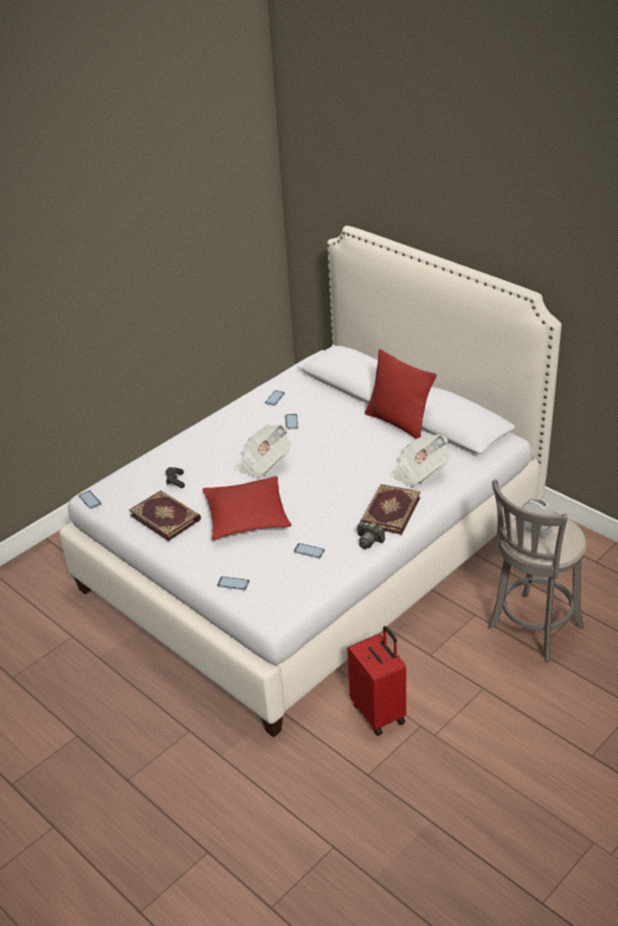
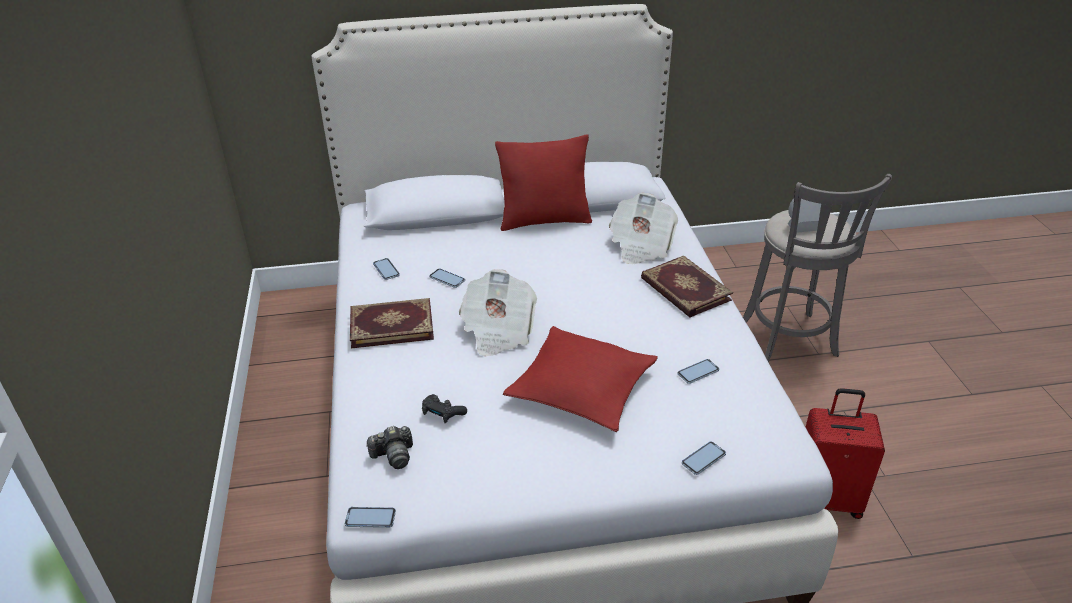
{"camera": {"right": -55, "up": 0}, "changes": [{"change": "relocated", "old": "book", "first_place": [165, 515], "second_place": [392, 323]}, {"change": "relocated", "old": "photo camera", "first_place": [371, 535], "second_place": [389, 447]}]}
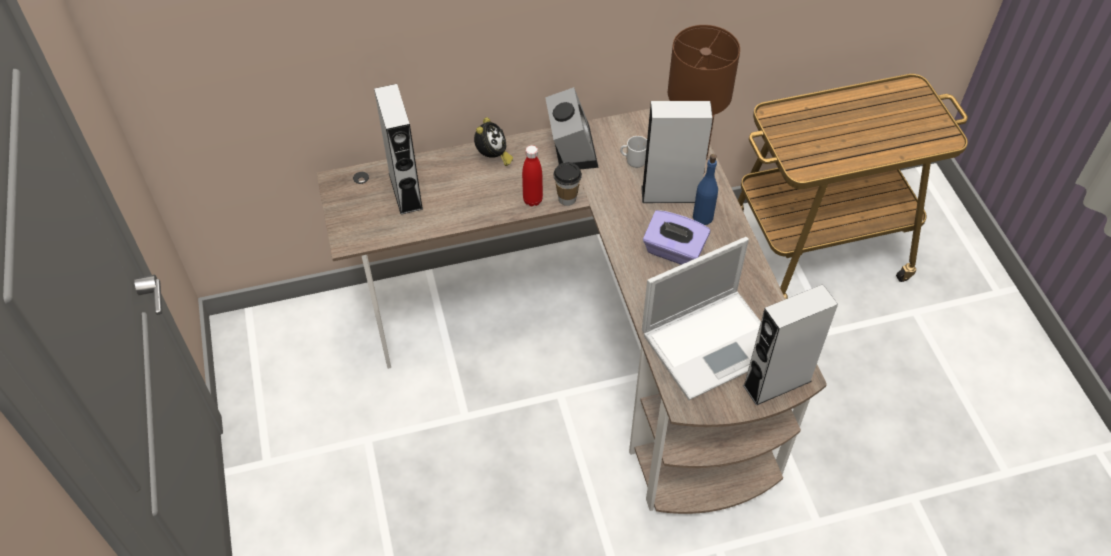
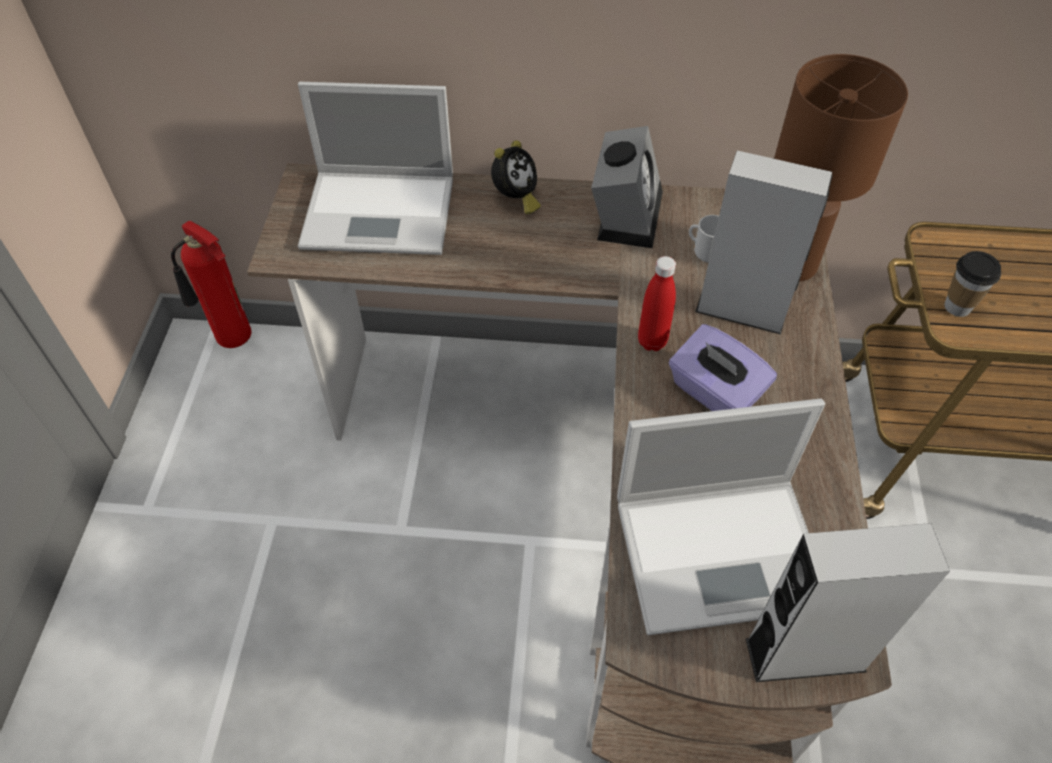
{"camera": {"right": 20, "up": 0}, "changes": [{"change": "exchanged", "old": "loudspeaker (gray)", "new": "laptop", "first_place": [398, 149], "second_place": [375, 168]}, {"change": "relocated", "old": "bottle (red-coloured)", "first_place": [532, 175], "second_place": [657, 303]}, {"change": "missing", "old": "bottle (blue-coloured)", "first_place": [705, 189]}, {"change": "relocated", "old": "small cup", "first_place": [567, 184], "second_place": [972, 284]}, {"change": "appeared", "new": "fire-fighting cylinder", "second_place": [211, 284]}]}
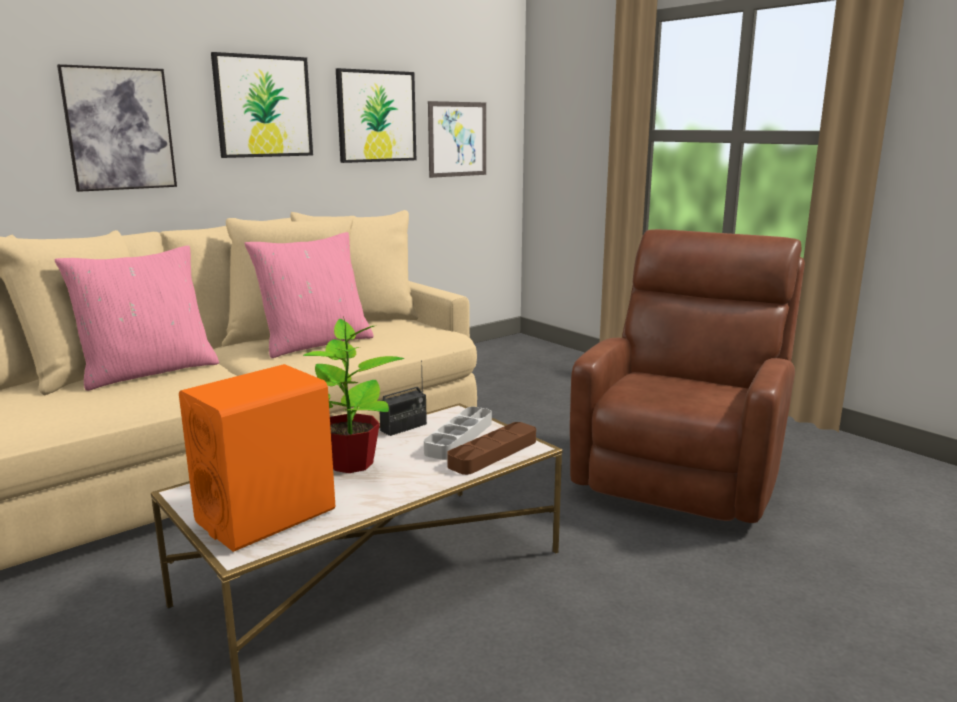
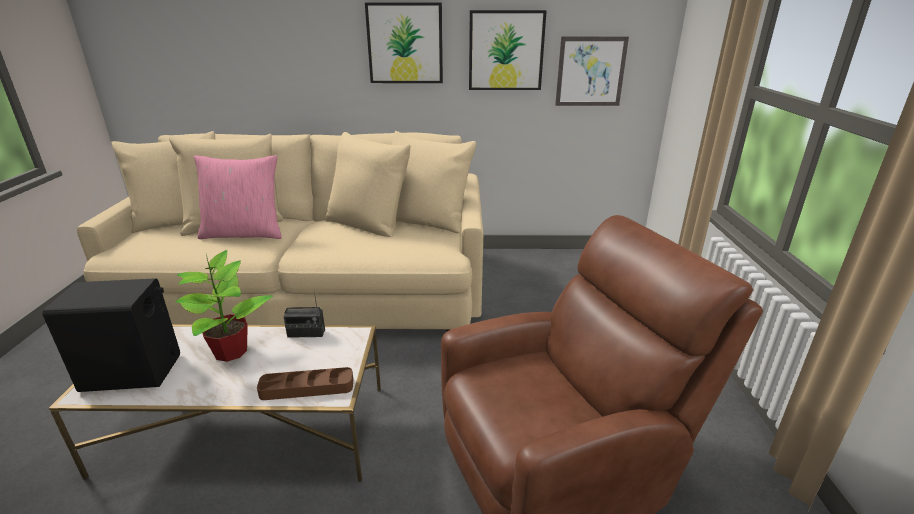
{"camera": {"right": 40, "up": 10}, "changes": [{"change": "missing", "old": "wall picture", "first_place": [117, 128]}, {"change": "missing", "old": "throw pillow (pink)", "first_place": [309, 295]}, {"change": "colour", "old": "loudspeaker (orangey)", "new": "loudspeaker (black)", "first_place": [257, 458], "second_place": [111, 335]}, {"change": "missing", "old": "carrying tray (gray)", "first_place": [458, 433]}]}
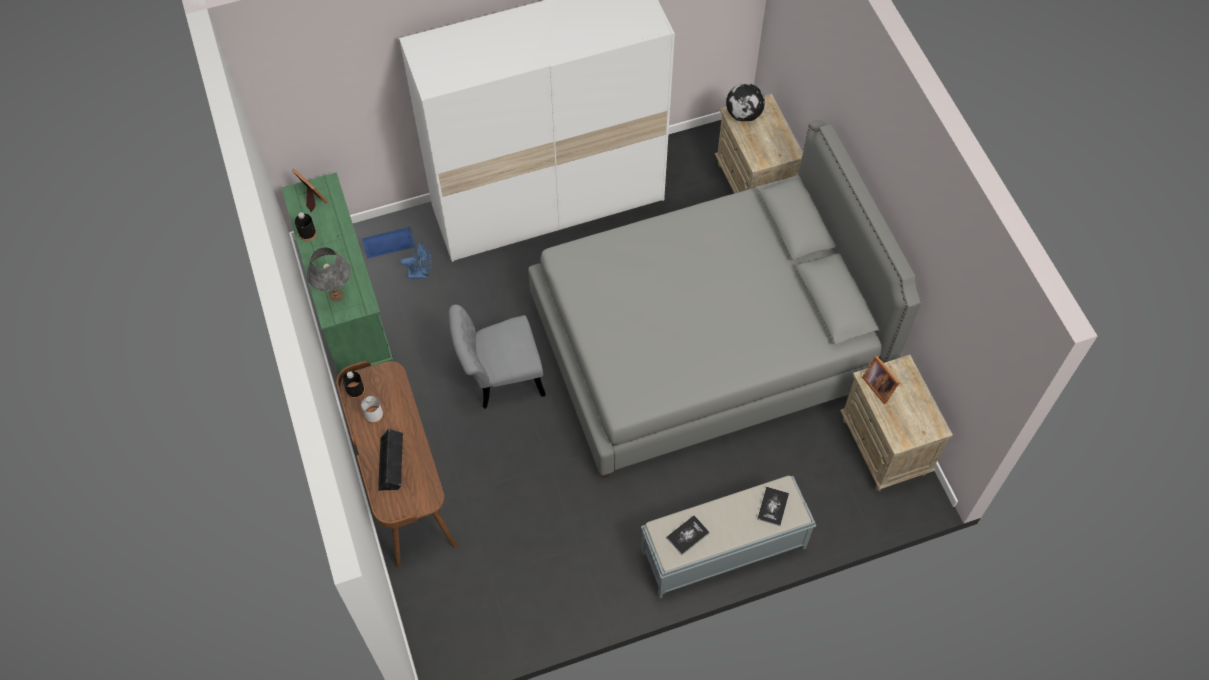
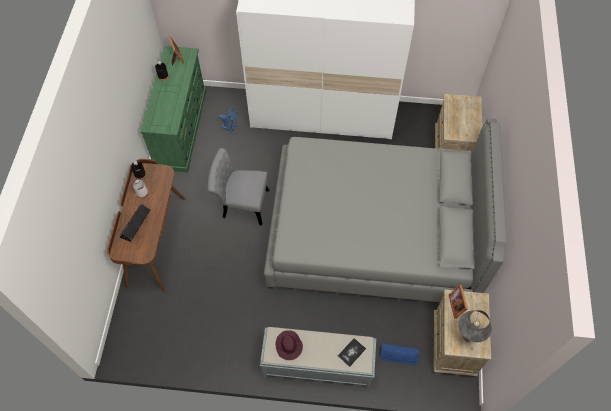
{"camera": {"right": 25, "up": 0}, "changes": [{"change": "missing", "old": "world globe", "first_place": [745, 102]}, {"change": "relocated", "old": "loudspeaker (blue-coloured)", "first_place": [388, 243], "second_place": [400, 354]}, {"change": "relocated", "old": "lamp for a table (gray)", "first_place": [329, 274], "second_place": [475, 326]}, {"change": "exchanged", "old": "book", "new": "hat (purple)", "first_place": [688, 535], "second_place": [289, 345]}]}
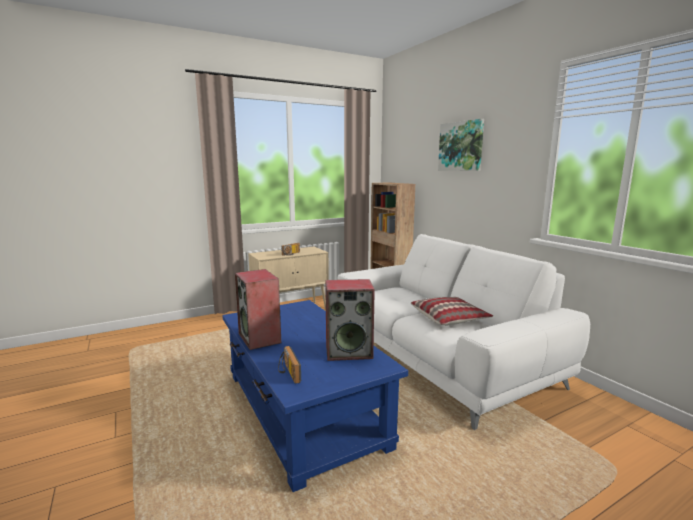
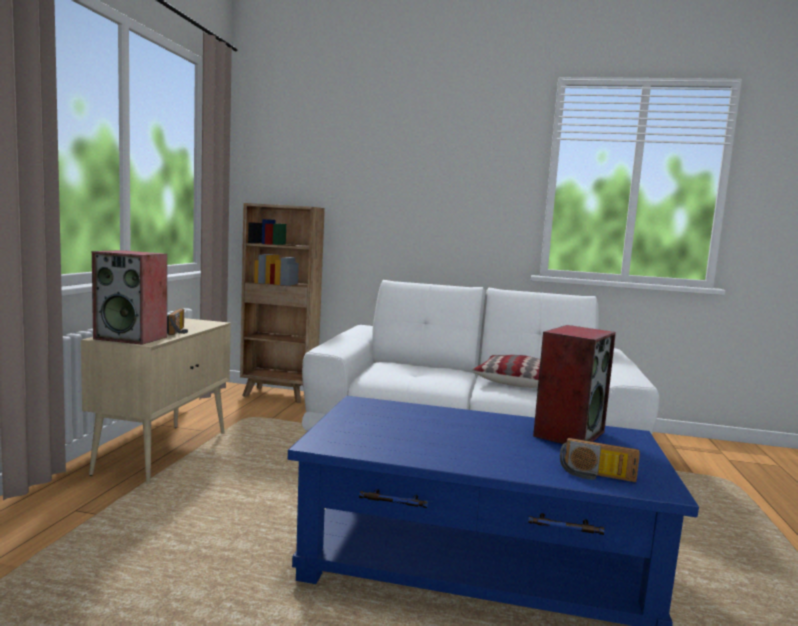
{"camera": {"right": -50, "up": -5}, "changes": [{"change": "missing", "old": "wall picture", "first_place": [461, 145]}, {"change": "relocated", "old": "loudspeaker", "first_place": [258, 309], "second_place": [129, 297]}]}
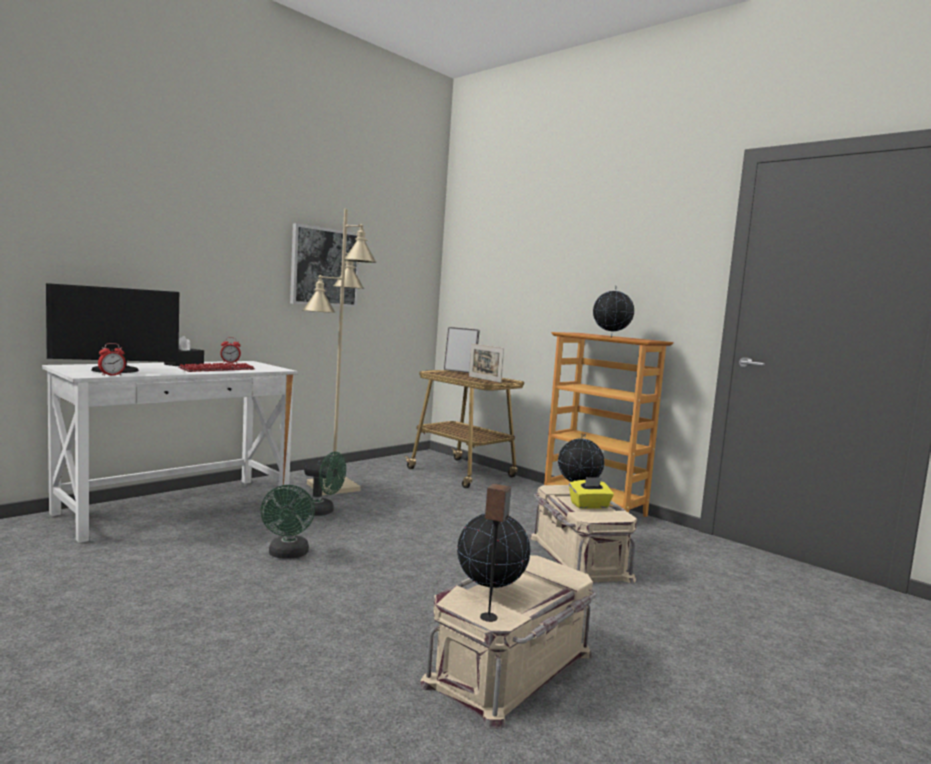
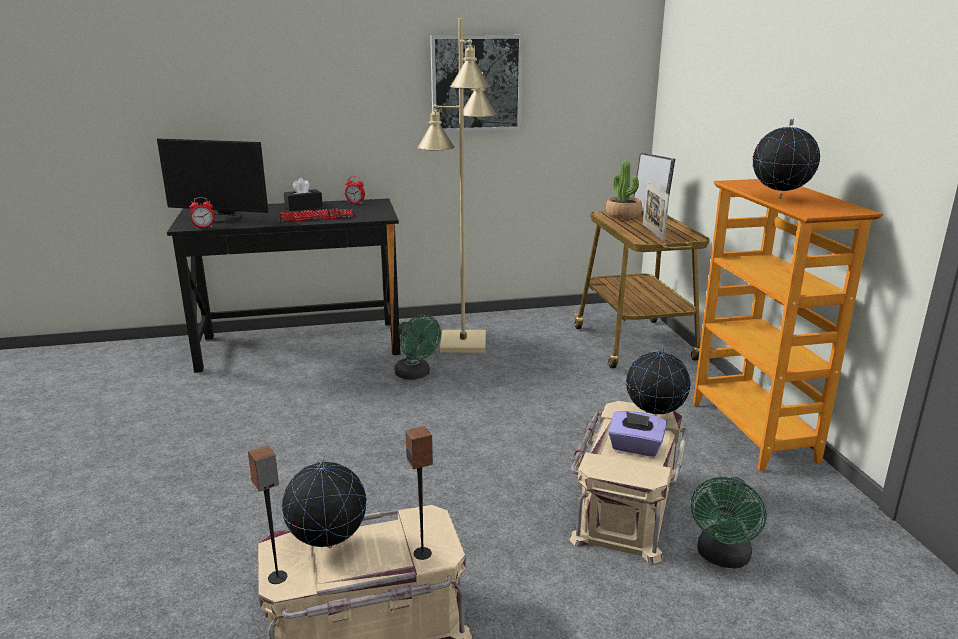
{"camera": {"right": 35, "up": 15}, "changes": [{"change": "colour", "old": "desk unit (white-coloured)", "new": "desk unit (black)", "first_place": [170, 452], "second_place": [284, 285]}, {"change": "colour", "old": "tissue box (yellow-coloured)", "new": "tissue box (purple)", "first_place": [591, 493], "second_place": [637, 434]}, {"change": "relocated", "old": "electric fan (greenish)", "first_place": [288, 522], "second_place": [729, 523]}, {"change": "appeared", "new": "potted plant", "second_place": [623, 190]}, {"change": "appeared", "new": "loudspeaker", "second_place": [419, 493]}]}
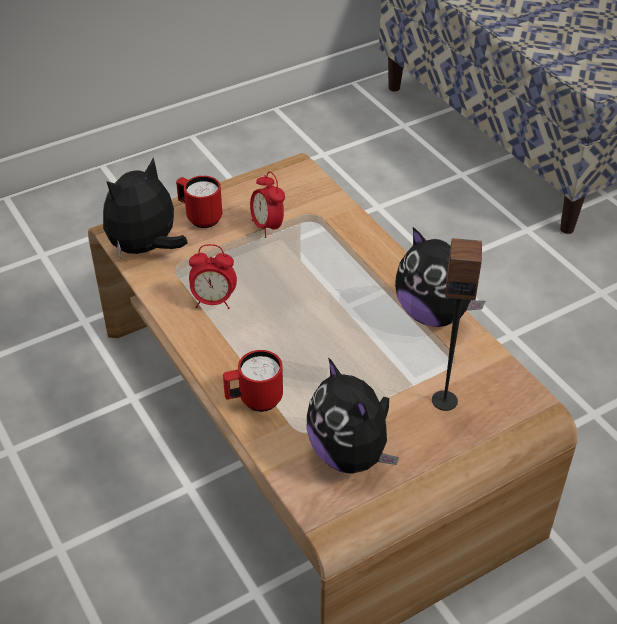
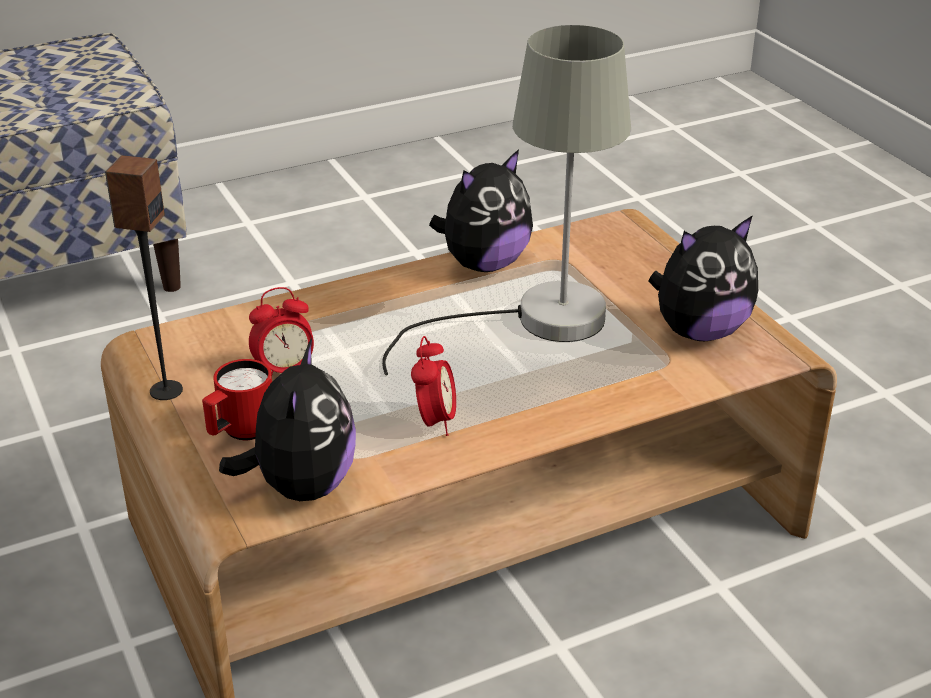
{"camera": {"right": -85, "up": -10}, "changes": [{"change": "spun", "old": "cuddly toy", "first_place": [145, 208], "second_place": [287, 419], "degrees": -135}, {"change": "relocated", "old": "loudspeaker", "first_place": [457, 324], "second_place": [144, 277]}, {"change": "missing", "old": "mug (red-coloured)", "first_place": [253, 381]}, {"change": "appeared", "new": "lamp for a table (gray)", "second_place": [506, 200]}]}
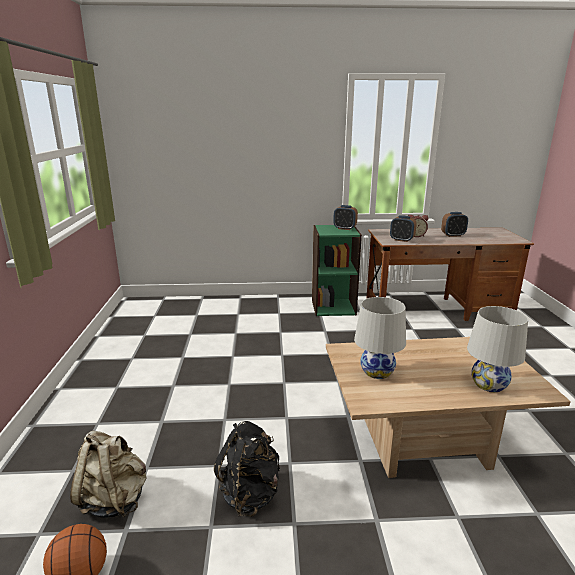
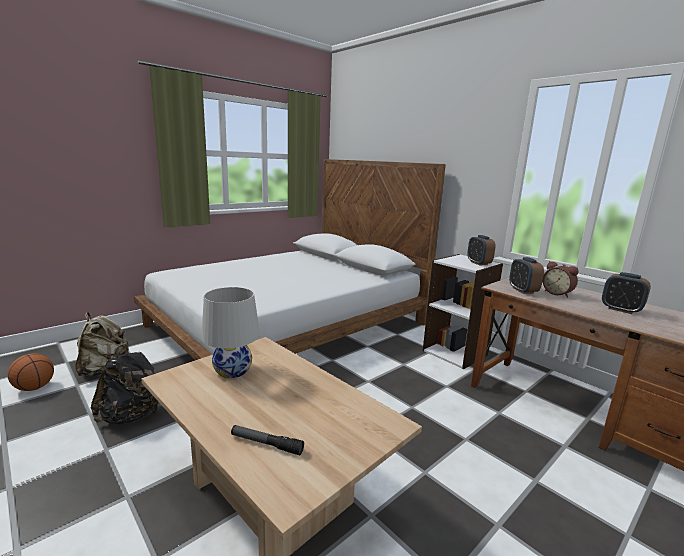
{"camera": {"right": 50, "up": -5}, "changes": [{"change": "colour", "old": "bookcase (greenish)", "new": "bookcase (white-coloured)", "first_place": [337, 270], "second_place": [463, 311]}, {"change": "exchanged", "old": "lamp for a table (white-coloured)", "new": "flashlight", "first_place": [497, 349], "second_place": [267, 440]}, {"change": "appeared", "new": "sleeping bed (white-coloured)", "second_place": [290, 259]}]}
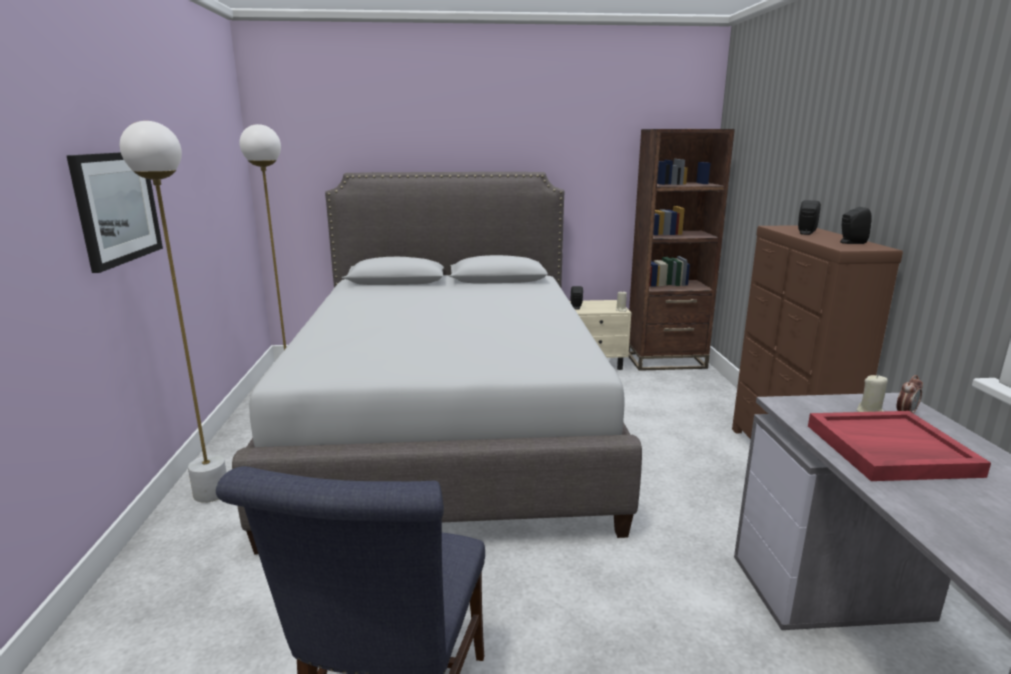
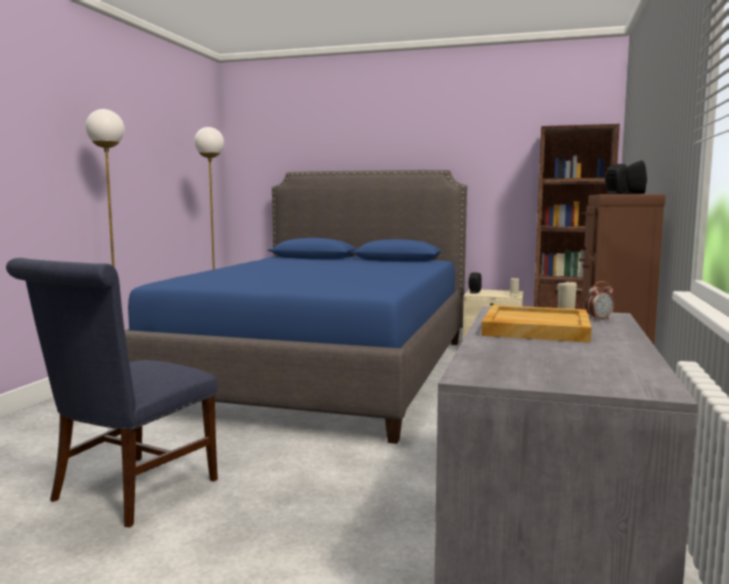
{"camera": {"right": 20, "up": -10}, "changes": [{"change": "missing", "old": "wall picture", "first_place": [115, 212]}, {"change": "colour", "old": "sleeping bed (gray)", "new": "sleeping bed (blue-coloured)", "first_place": [437, 363], "second_place": [296, 307]}, {"change": "colour", "old": "carrying tray (red-coloured)", "new": "carrying tray (sand-coloured)", "first_place": [899, 446], "second_place": [536, 324]}]}
